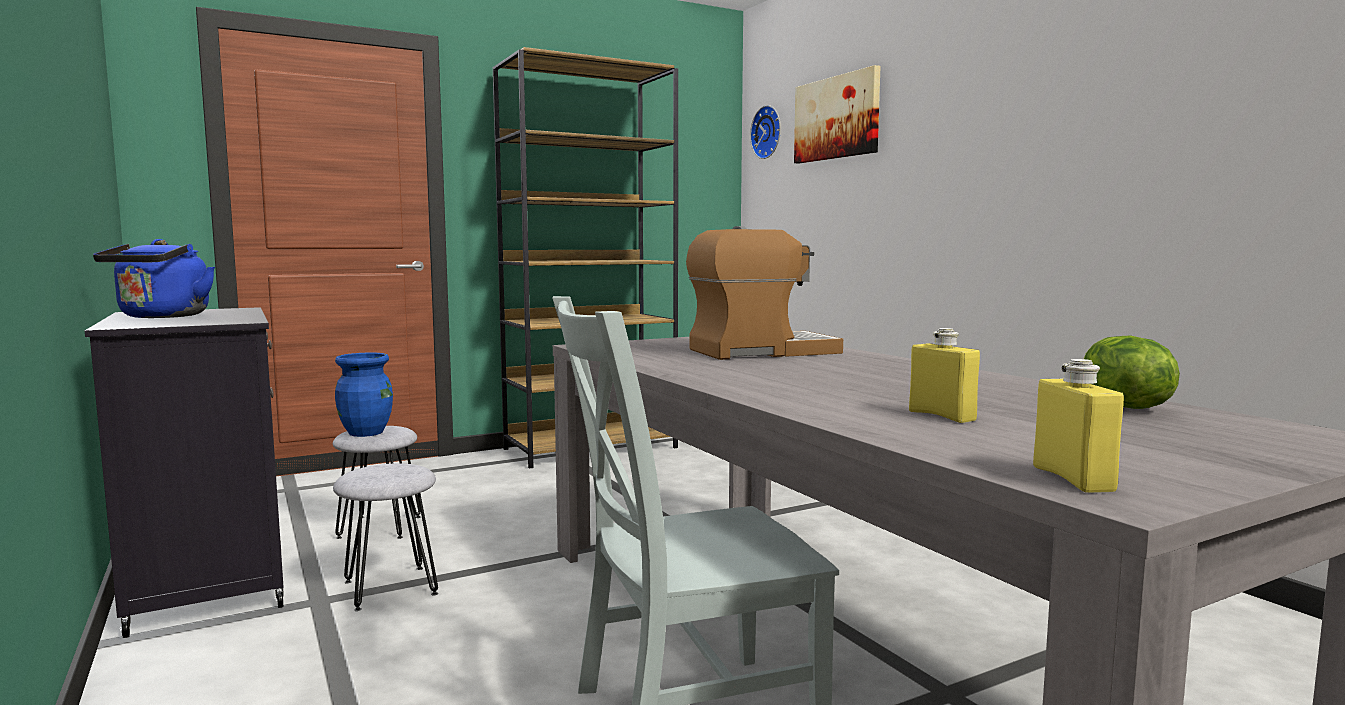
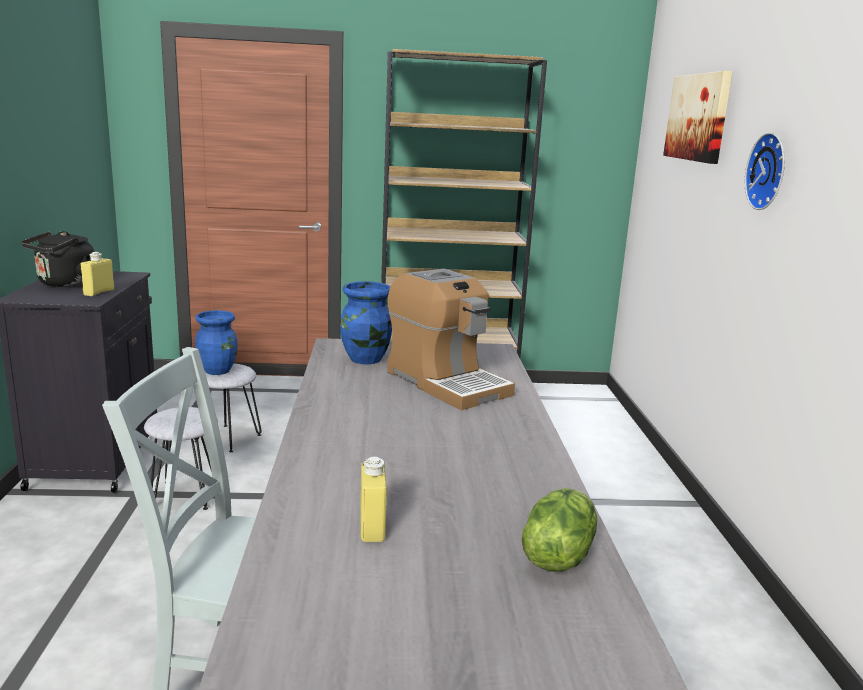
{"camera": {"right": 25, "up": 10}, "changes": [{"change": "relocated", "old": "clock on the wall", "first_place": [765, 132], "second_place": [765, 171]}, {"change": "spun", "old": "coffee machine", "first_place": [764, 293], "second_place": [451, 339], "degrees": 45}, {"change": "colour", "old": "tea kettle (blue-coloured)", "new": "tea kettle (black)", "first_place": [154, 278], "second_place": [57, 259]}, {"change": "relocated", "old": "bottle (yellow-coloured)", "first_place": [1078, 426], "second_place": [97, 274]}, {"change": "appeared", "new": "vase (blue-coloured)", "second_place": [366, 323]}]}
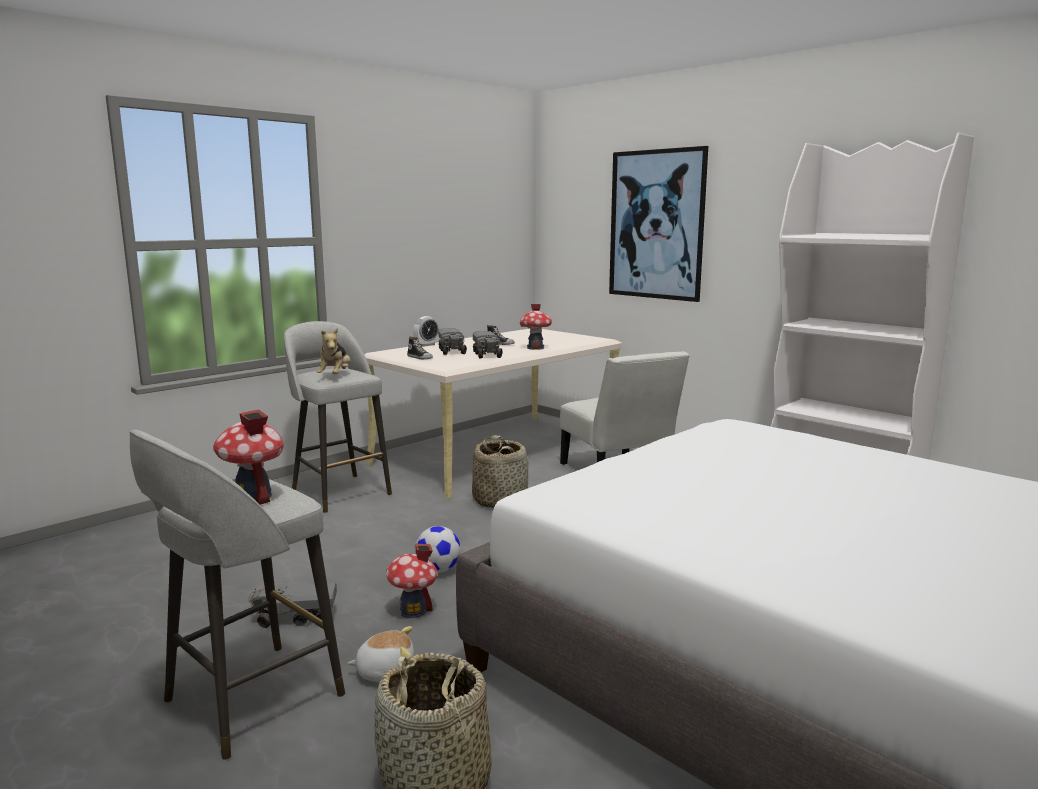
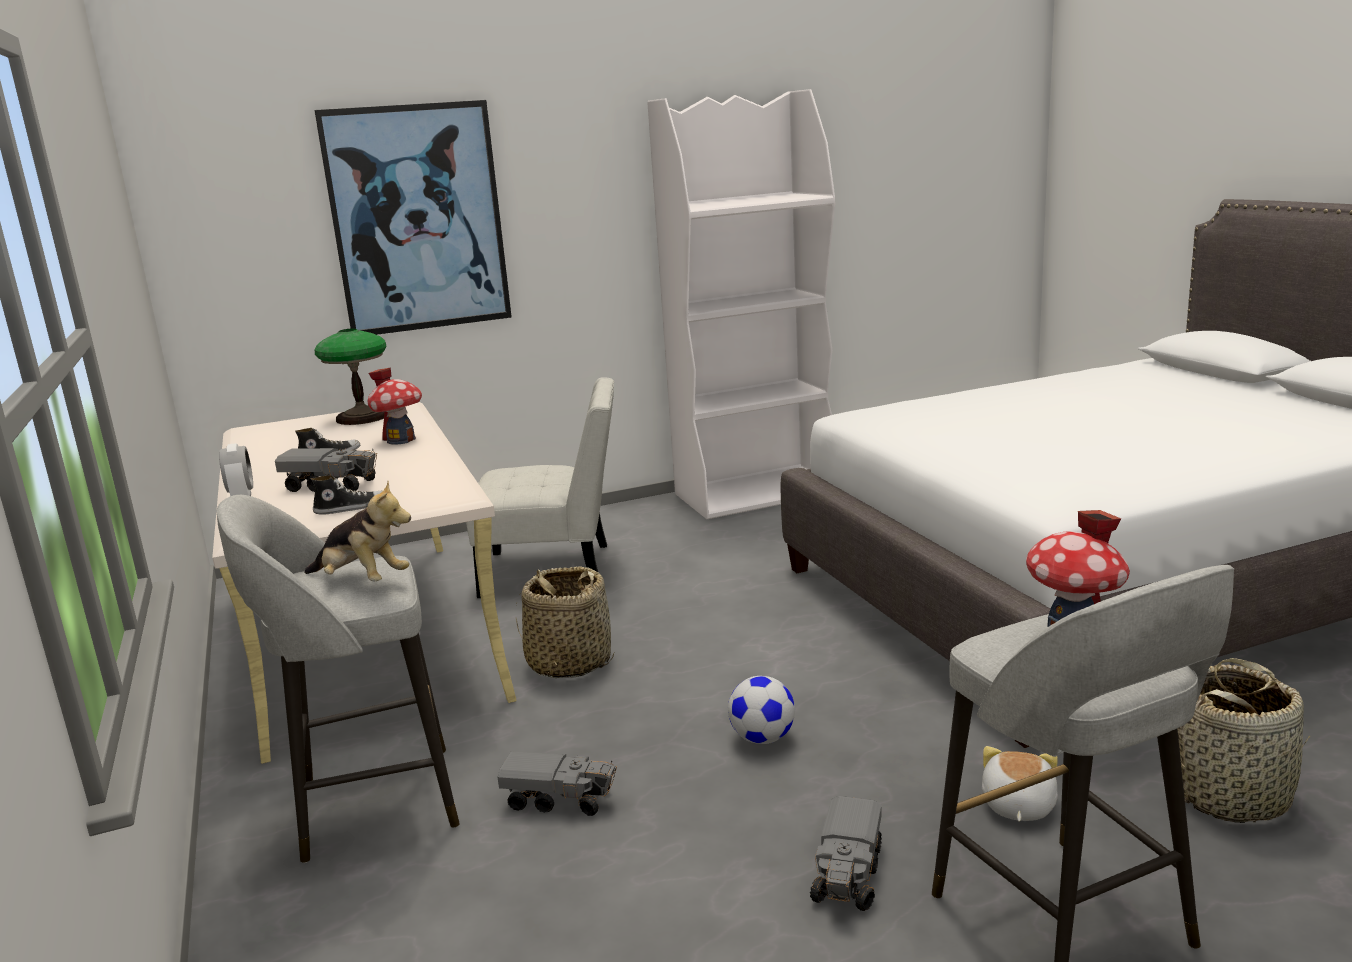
{"camera": {"right": -65, "up": 5}, "changes": [{"change": "relocated", "old": "toy truck", "first_place": [488, 345], "second_place": [557, 783]}, {"change": "missing", "old": "miniature house", "first_place": [411, 581]}, {"change": "appeared", "new": "lamp for a table", "second_place": [350, 377]}]}
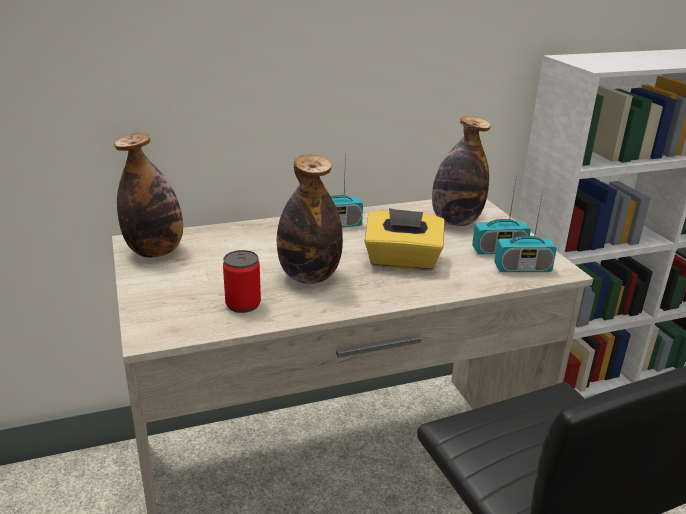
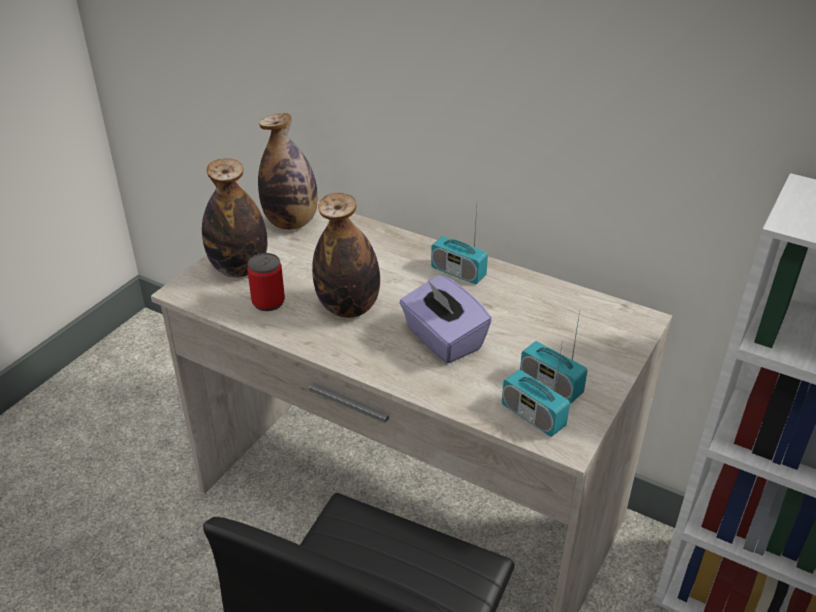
{"camera": {"right": 50, "up": 10}, "changes": [{"change": "relocated", "old": "bottle", "first_place": [461, 171], "second_place": [234, 217]}, {"change": "colour", "old": "tissue box (yellow-coloured)", "new": "tissue box (purple)", "first_place": [404, 239], "second_place": [446, 319]}]}
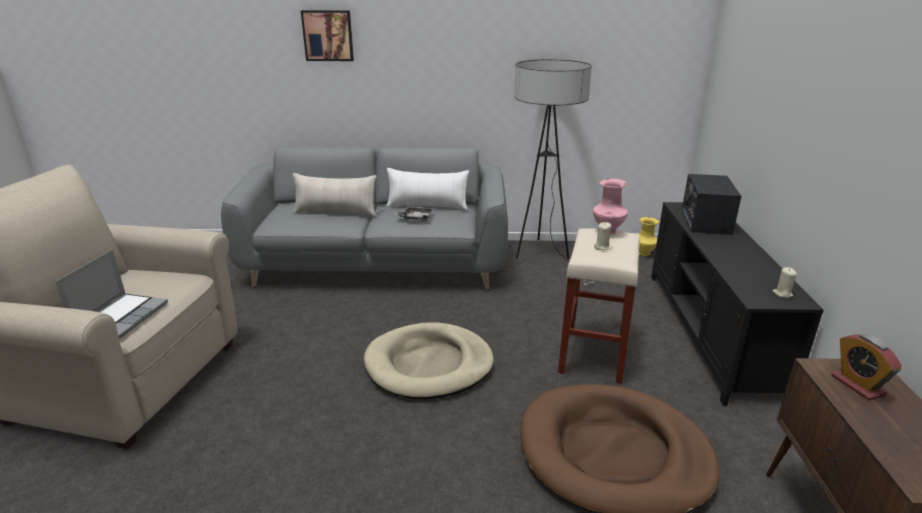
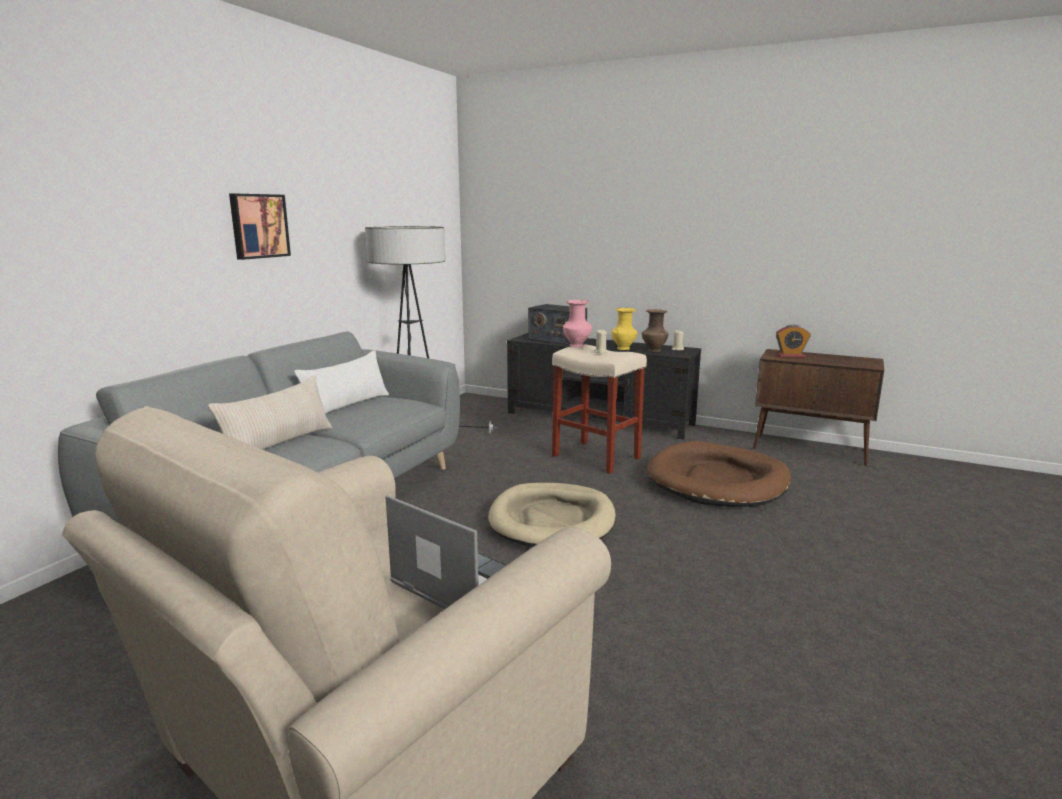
{"camera": {"right": -65, "up": -10}, "changes": [{"change": "relocated", "old": "wall picture", "first_place": [327, 35], "second_place": [260, 227]}, {"change": "missing", "old": "carrying tray (gray)", "first_place": [414, 213]}, {"change": "relocated", "old": "vase (yellow-coloured)", "first_place": [648, 236], "second_place": [624, 329]}, {"change": "appeared", "new": "vase (brownish)", "second_place": [655, 330]}]}
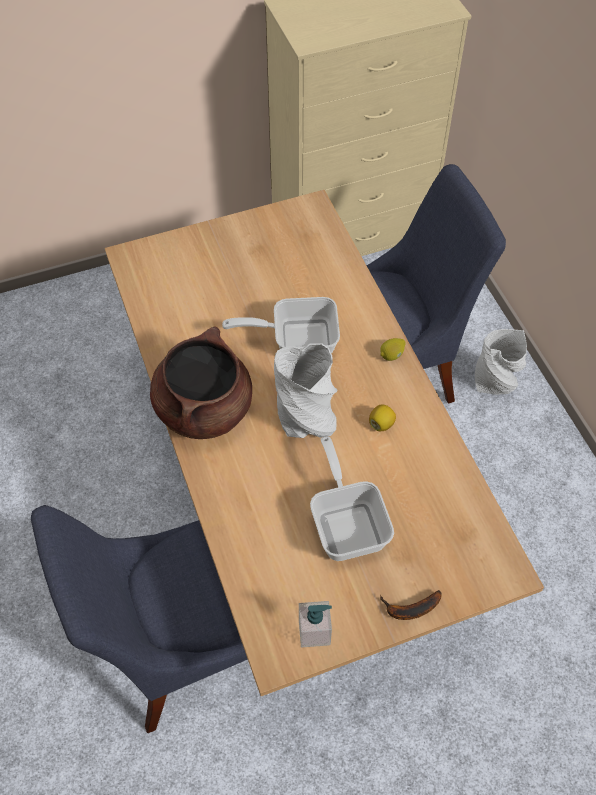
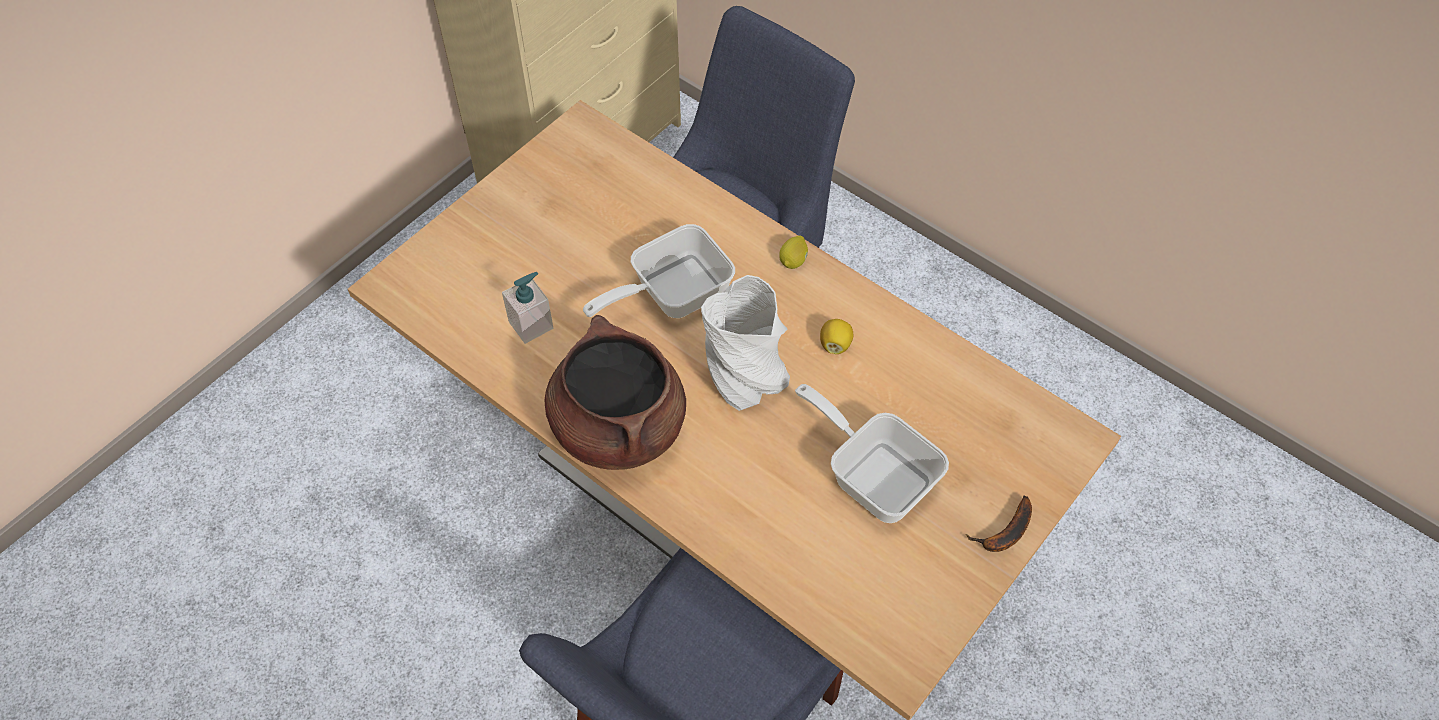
{"camera": {"right": -30, "up": 0}, "changes": [{"change": "missing", "old": "vase (gray)", "first_place": [501, 362]}, {"change": "relocated", "old": "liquid soap bottle", "first_place": [315, 624], "second_place": [527, 308]}]}
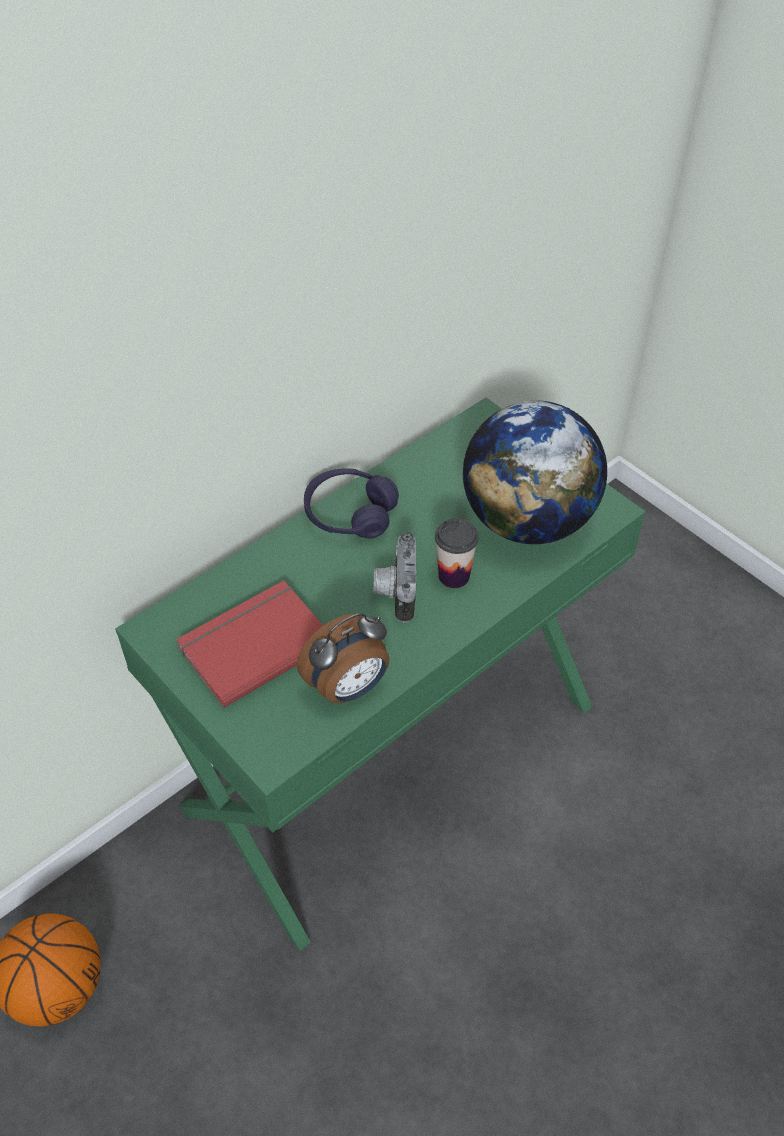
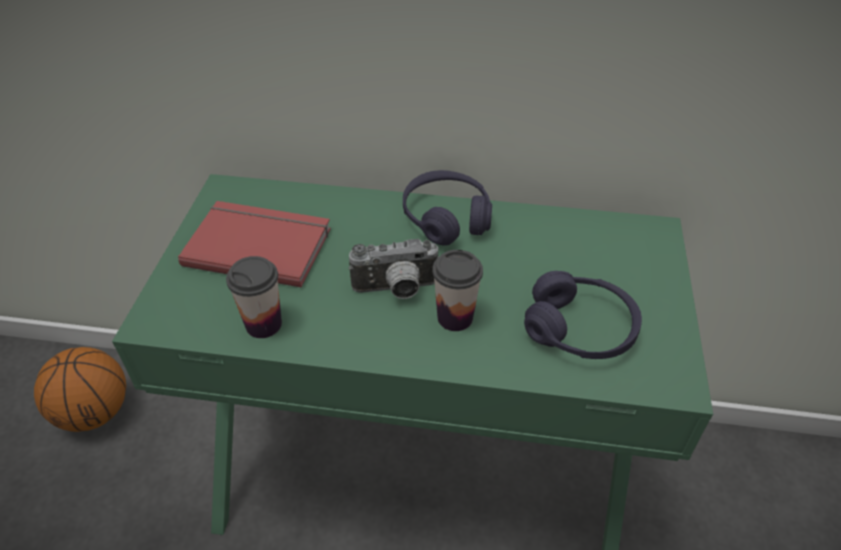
{"camera": {"right": 50, "up": -5}, "changes": [{"change": "exchanged", "old": "world globe", "new": "headset (purple)", "first_place": [535, 472], "second_place": [583, 315]}, {"change": "spun", "old": "photo camera", "first_place": [394, 577], "second_place": [394, 269], "degrees": -150}, {"change": "exchanged", "old": "bedside clock", "new": "small cup", "first_place": [343, 658], "second_place": [254, 297]}]}
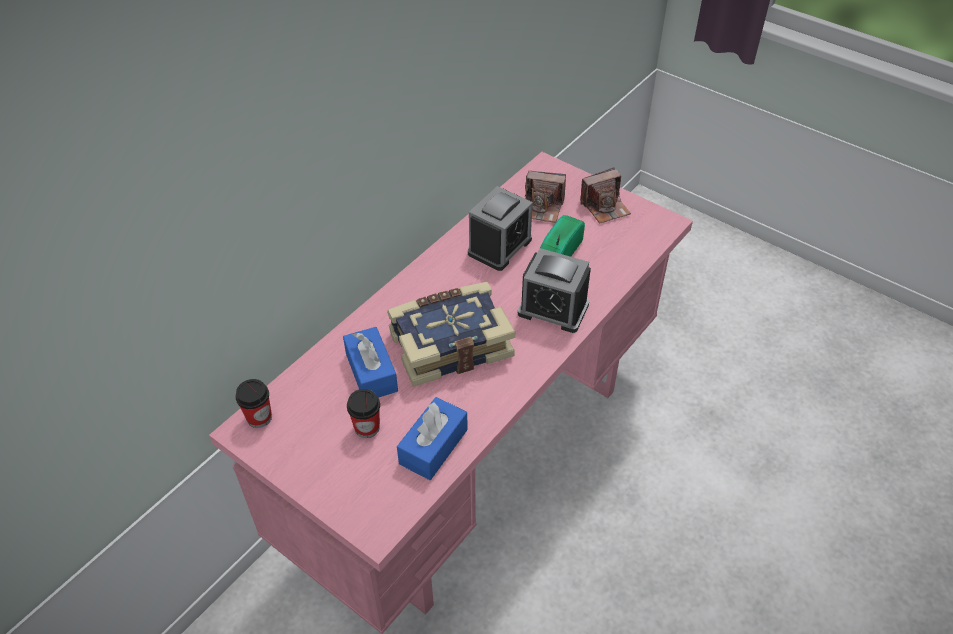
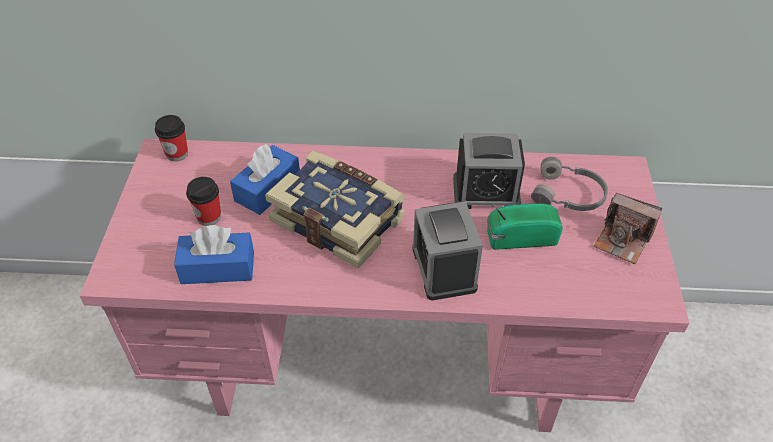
{"camera": {"right": 55, "up": 0}, "changes": [{"change": "exchanged", "old": "photo camera", "new": "headset (gray)", "first_place": [545, 197], "second_place": [569, 184]}]}
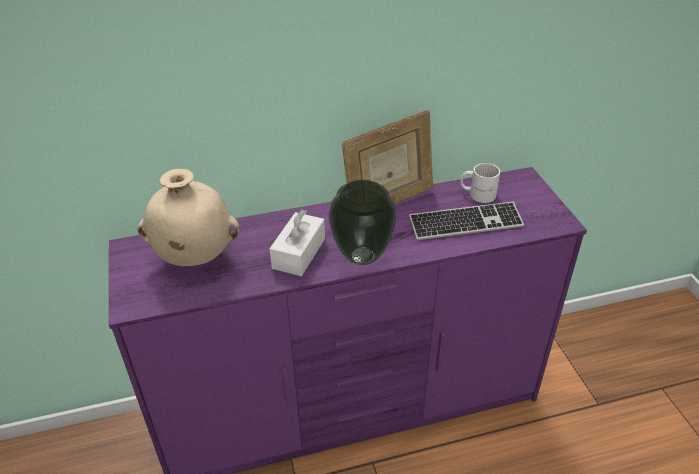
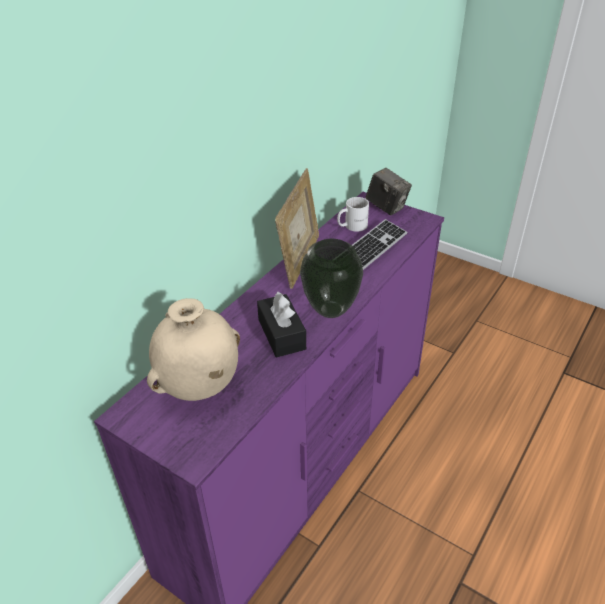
{"camera": {"right": -40, "up": 0}, "changes": [{"change": "colour", "old": "tissue box (white-coloured)", "new": "tissue box (black)", "first_place": [297, 242], "second_place": [281, 324]}, {"change": "appeared", "new": "photo camera", "second_place": [388, 191]}]}
